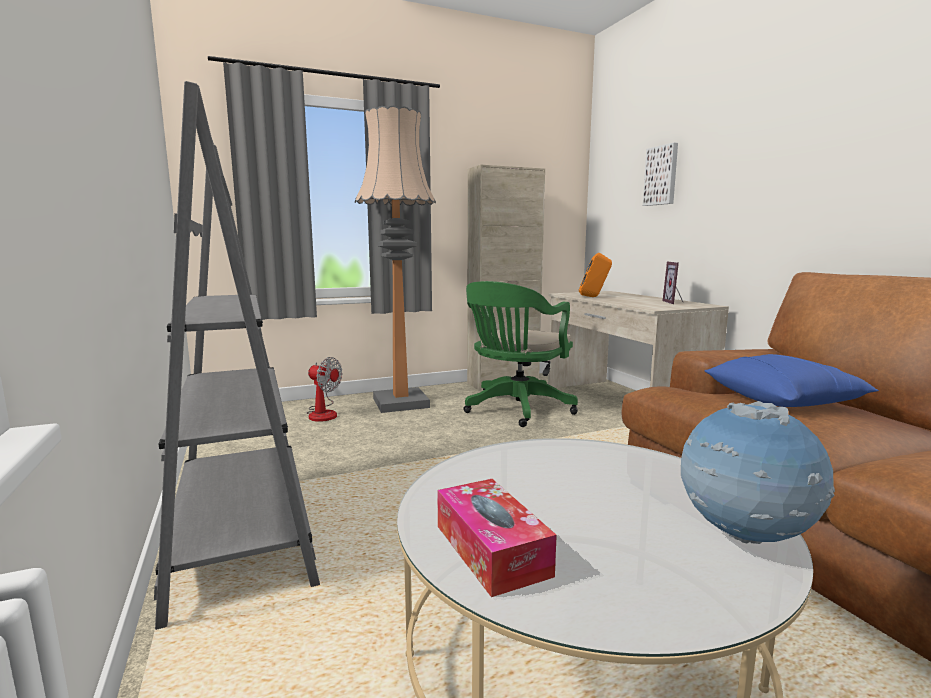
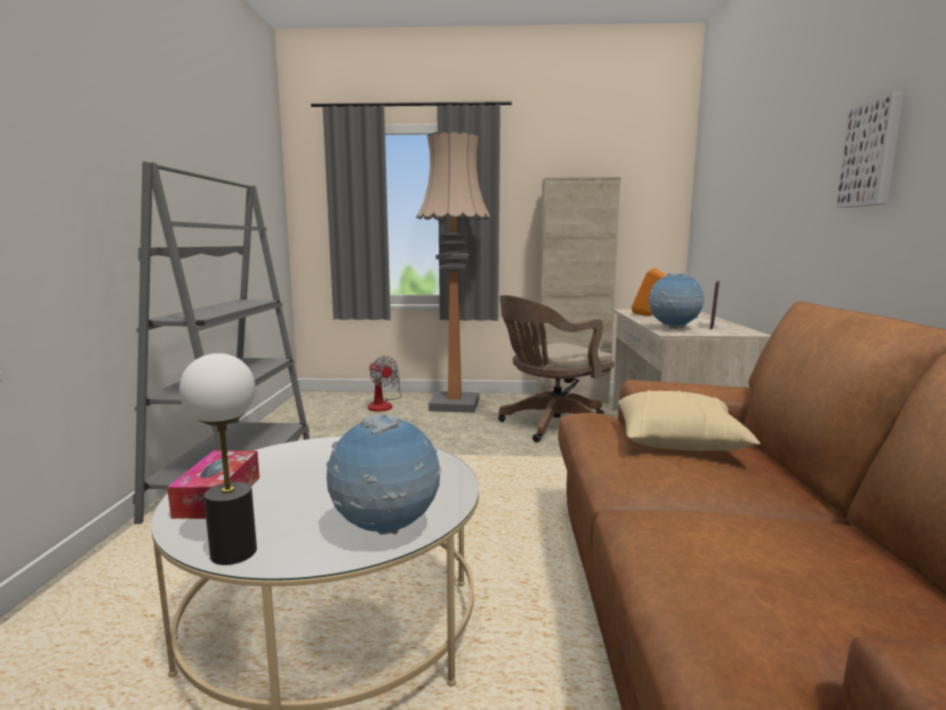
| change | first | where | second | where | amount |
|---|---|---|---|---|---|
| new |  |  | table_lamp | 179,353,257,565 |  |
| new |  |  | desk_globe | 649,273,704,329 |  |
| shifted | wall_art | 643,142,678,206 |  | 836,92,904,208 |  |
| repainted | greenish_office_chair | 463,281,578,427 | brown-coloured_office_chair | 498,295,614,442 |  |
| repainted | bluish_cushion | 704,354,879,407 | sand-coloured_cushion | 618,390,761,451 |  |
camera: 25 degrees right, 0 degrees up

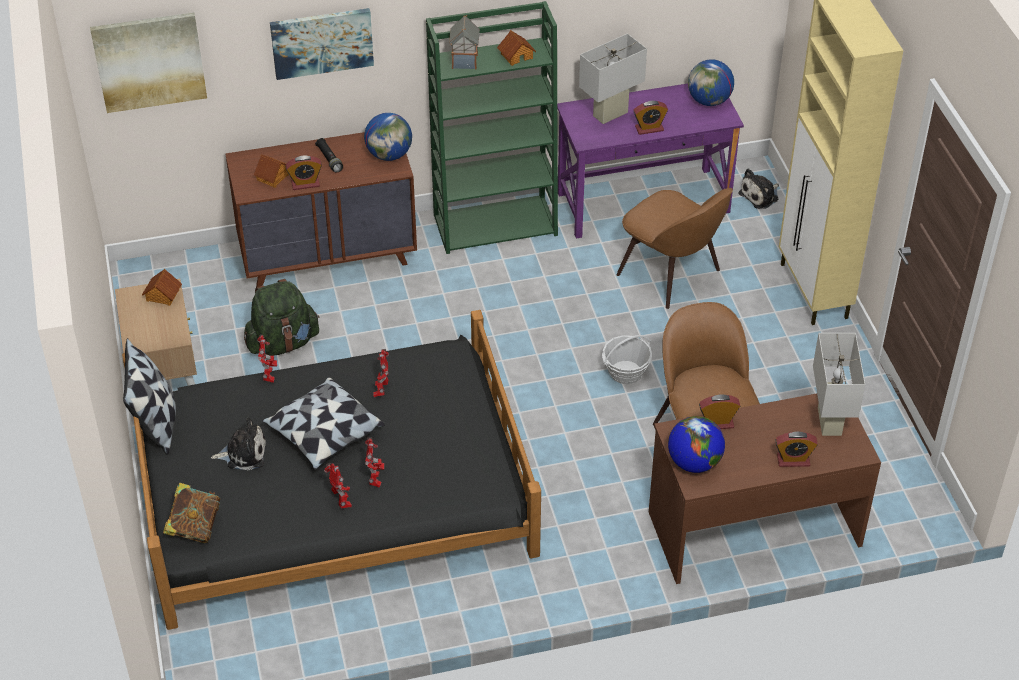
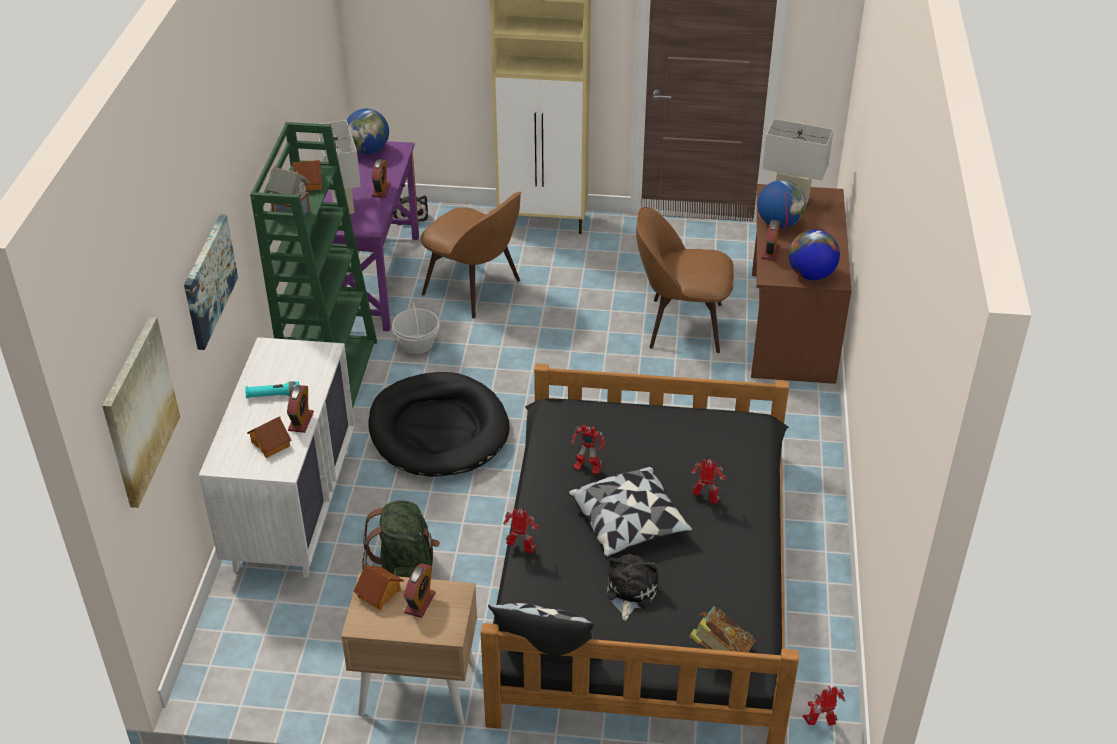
| change | first | where | second | where | amount |
|---|---|---|---|---|---|
| new |  |  | black-coloured_pet_bed | 368,372,510,477 |  |
| shifted | model_robot | 324,463,352,509 |  | 803,686,845,726 |  |
| shifted | desk_globe | 364,113,412,161 |  | 757,180,806,228 |  |
| shifted | basket | 602,335,652,384 |  | 392,301,439,354 |  |
| shifted | table_clock | 776,431,818,467 |  | 404,563,435,618 |  |
| repainted | brown-coloured_drawer_chest | 225,132,417,288 | white-coloured_drawer_chest | 199,337,355,578 |  |
| repainted | black-coloured_torch | 315,138,343,173 | turquoise-coloured_torch | 245,381,299,399 |  |
| rotated | brown-coloured_chair | 616,188,733,309 |  | 420,191,522,318 | 60 degrees clockwise |
camera: 70 degrees left, 5 degrees down

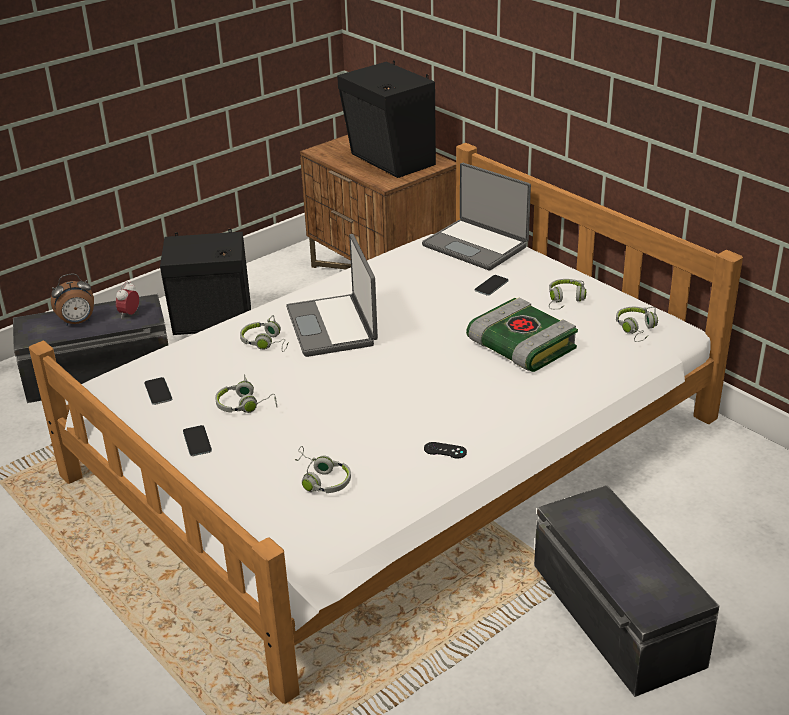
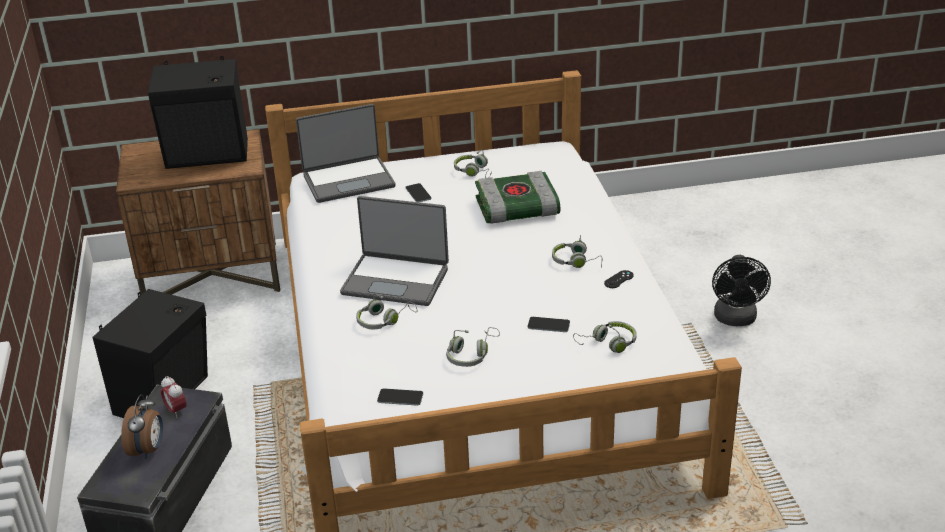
| change | first | where | second | where | amount |
|---|---|---|---|---|---|
| shifted | telephone | 183,425,212,456 |  | 528,317,570,332 |  |
| shifted | grey_headset | 616,307,658,342 |  | 552,235,603,268 |  |
| swapped | black-coloured_storage_box | 534,485,719,697 | black-coloured_cooling_fan | 712,255,771,326 |  |
camera: 60 degrees left, 0 degrees up

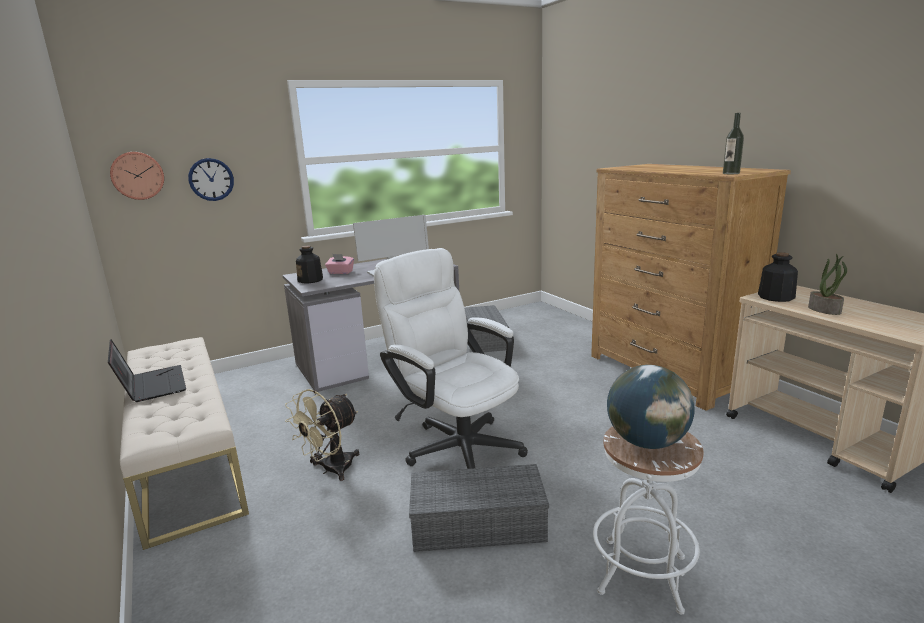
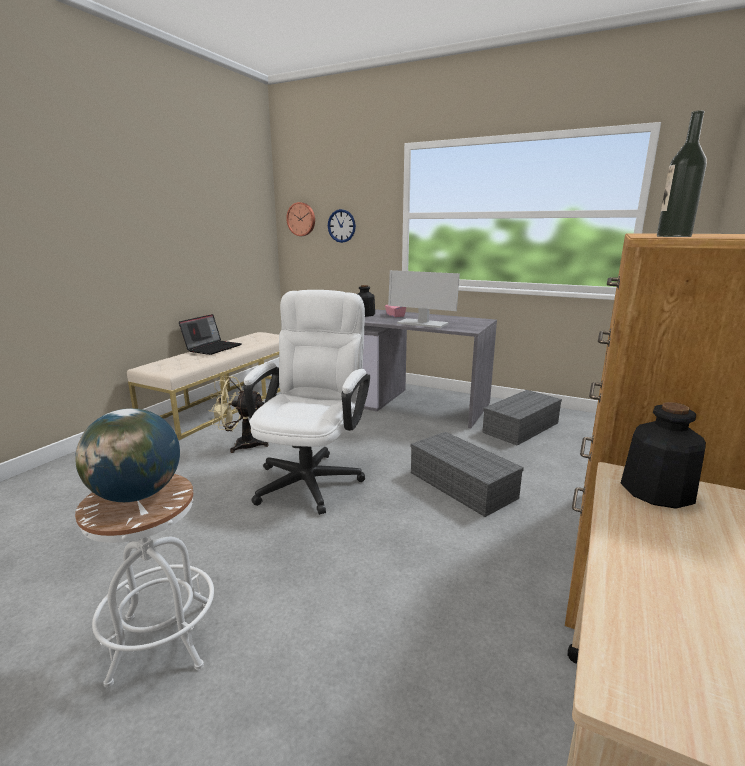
| change | first | where | second | where | amount |
|---|---|---|---|---|---|
| gone | potted_plant | 808,254,847,315 |  |  |  |
| shifted | grey_storage_box | 409,464,549,552 |  | 411,432,524,517 |  |
camera: 55 degrees right, 0 degrees up

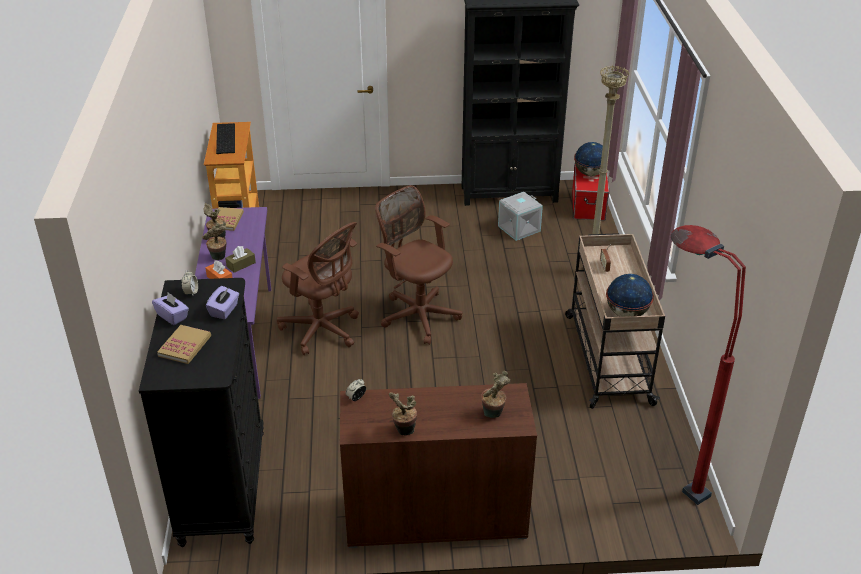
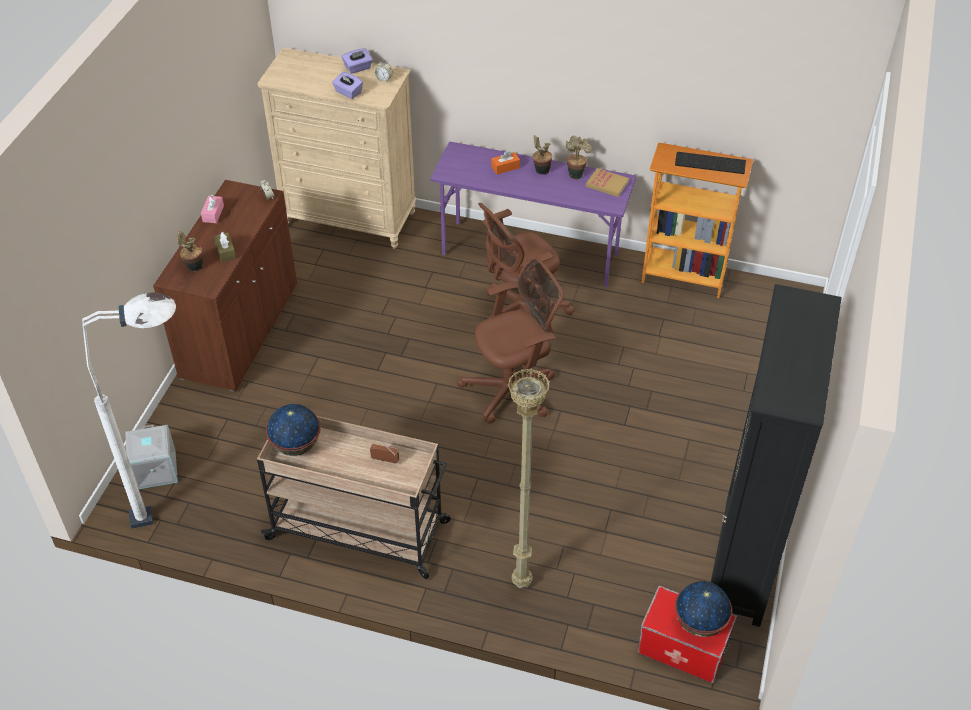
| change | first | where | second | where | amount |
|---|---|---|---|---|---|
| gone | book | 157,325,211,364 |  |  |  |
| shifted | brown-coloured_tissue_holder | 225,246,256,273 |  | 214,232,236,262 |  |
| shifted | grey_storage_box | 498,192,543,241 |  | 125,425,178,489 |  |
| swapped | potted_plant | 389,392,417,436 | pink-coloured_tissue_holder | 201,194,224,223 |  |
| repainted | black-coloured_drawer_chest | 139,278,264,547 | sand-coloured_drawer_chest | 258,47,417,249 |  |
| repainted | red-coloured_standard_lamp | 671,225,746,505 | white-coloured_standard_lamp | 82,292,176,529 |  |
camera: 110 degrees right, 10 degrees up

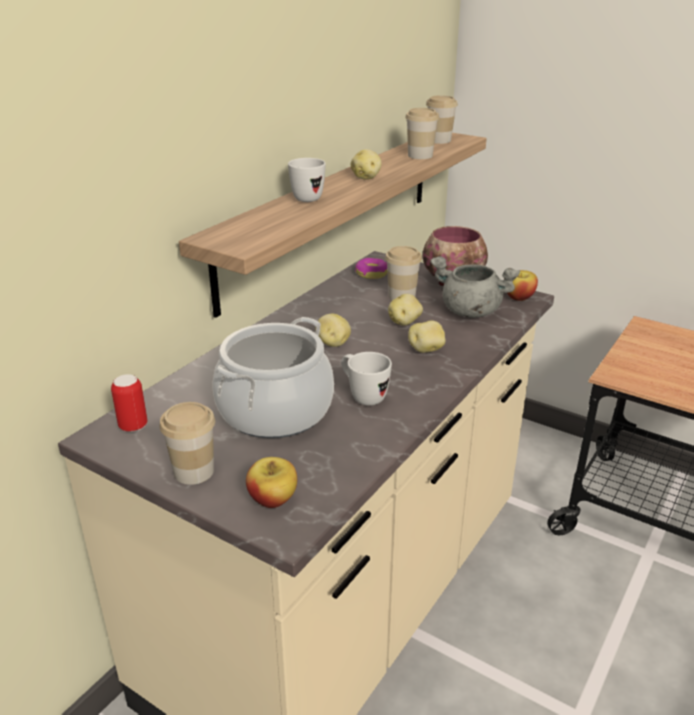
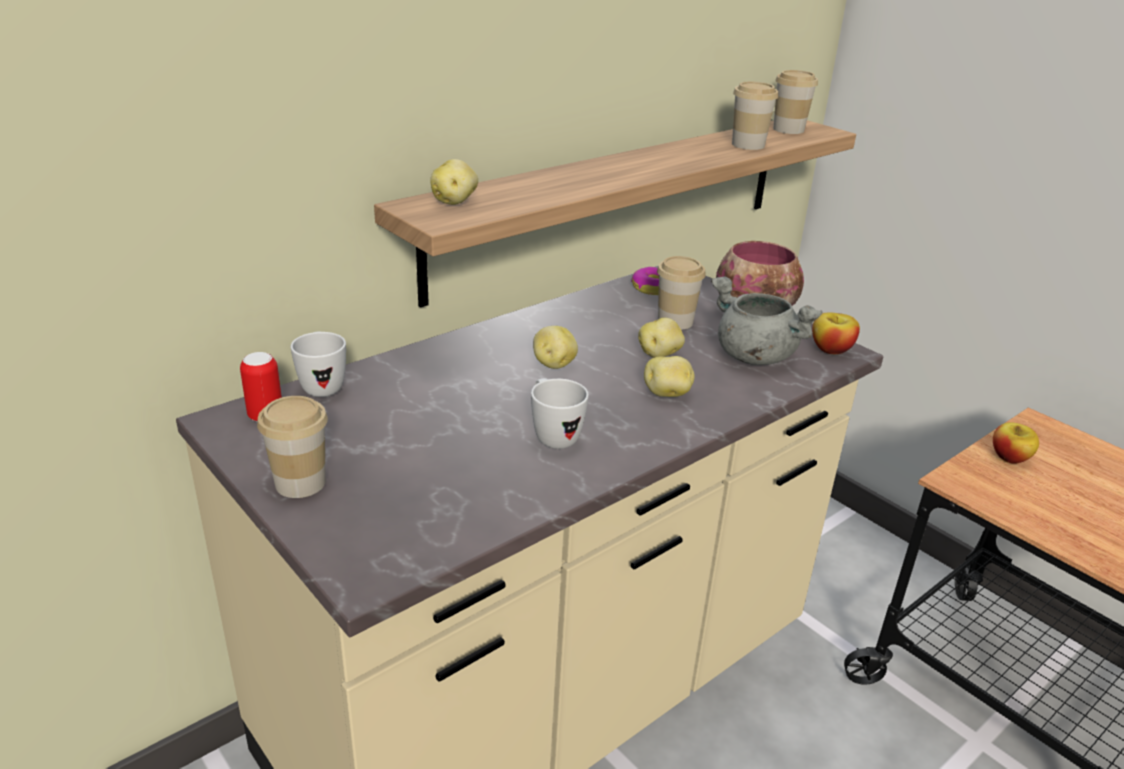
| change | first | where | second | where | amount |
|---|---|---|---|---|---|
| gone | stockpot | 212,317,334,438 |  |  |  |
| shifted | whole_apple | 246,457,297,508 |  | 993,422,1039,464 |  |
| shifted | white-coloured_tea_mug | 288,158,326,202 |  | 291,331,346,397 |  |
| shifted | spud | 351,149,382,180 |  | 430,159,478,205 |  |
camera: 15 degrees right, 0 degrees up

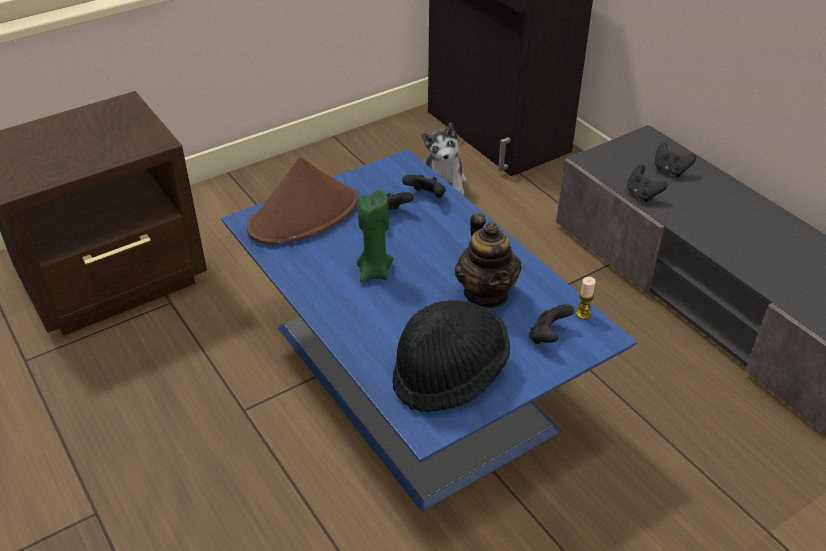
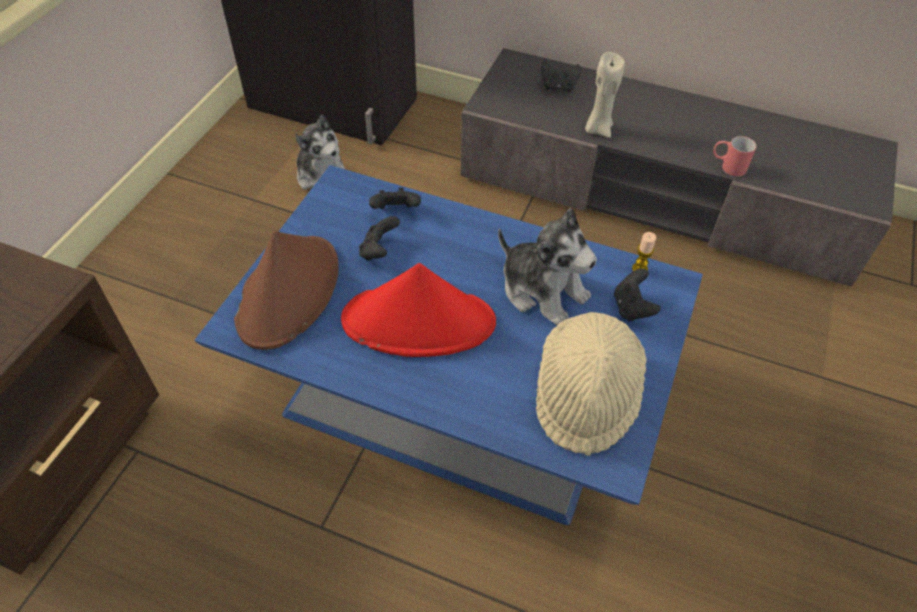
| change | first | where | second | where | amount |
|---|---|---|---|---|---|
| gone | black-coloured_game_controller | 627,165,668,202 |  |  |  |
| new |  |  | sand-coloured_candle | 585,52,625,138 |  |
| new |  |  | red-coloured_tea_mug | 713,136,756,177 |  |
| swapped | greenish_candle | 357,190,394,282 | red-coloured_hat | 341,263,496,357 |  |
| swapped | tea_pot | 455,213,522,308 | plush_toy | 498,208,597,326 |  |
| repainted | black-coloured_hat | 392,300,510,412 | sand-coloured_hat | 536,312,647,456 |  |
camera: 35 degrees left, 10 degrees up

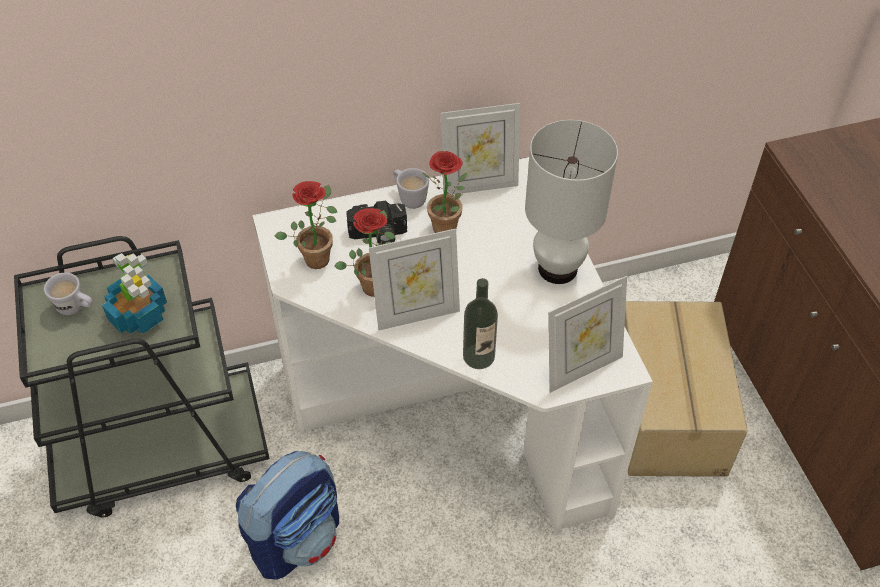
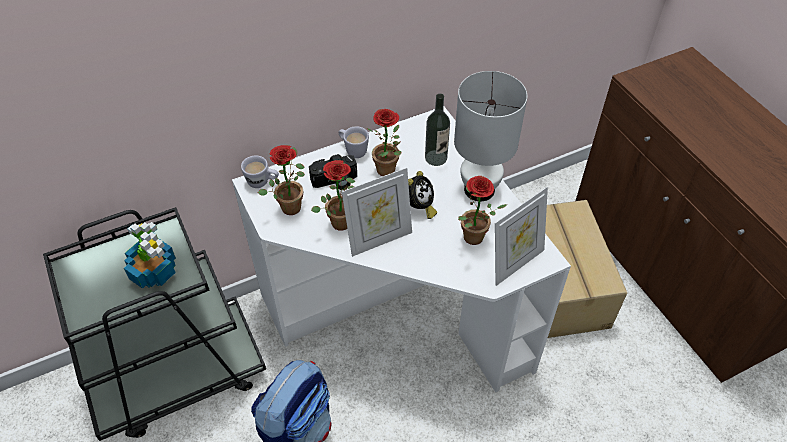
| change | first | where | second | where | amount |
|---|---|---|---|---|---|
| gone | picture_frame | 441,103,520,195 |  |  |  |
| new |  |  | table_clock | 408,171,437,219 |  |
| new |  |  | potted_plant | 458,176,508,245 |  |
| shifted | white-coloured_tea_mug | 44,273,93,315 |  | 241,155,279,188 |  |
| shifted | drink_bottle | 463,278,498,369 |  | 425,94,450,166 |  |
camera: 10 degrees left, 0 degrees up

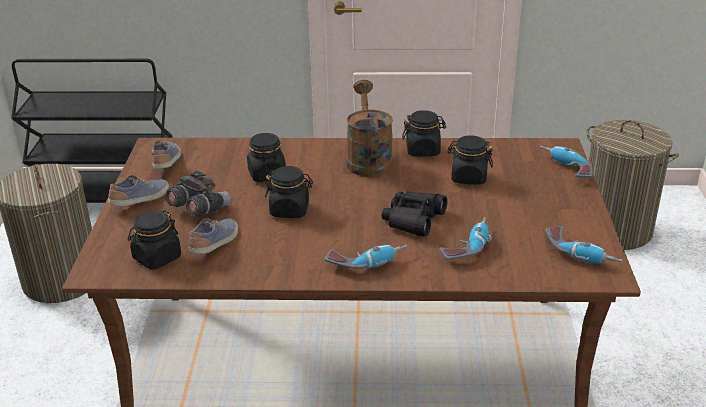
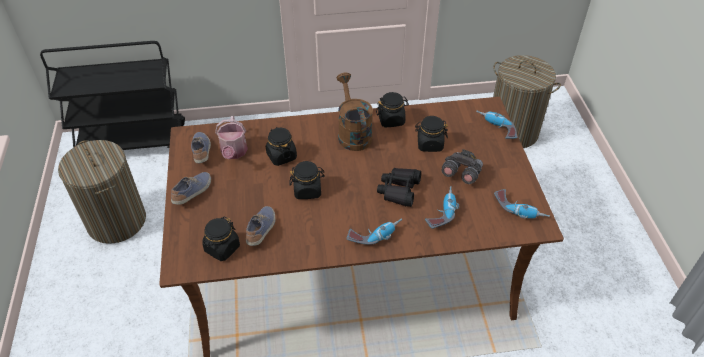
| change | first | where | second | where | amount |
|---|---|---|---|---|---|
| new |  |  | watering_pot | 215,116,248,159 |  |
| shifted | grey_pair_of_binoculars | 165,171,231,216 |  | 442,149,483,184 |  |
camera: 10 degrees left, 15 degrees up

